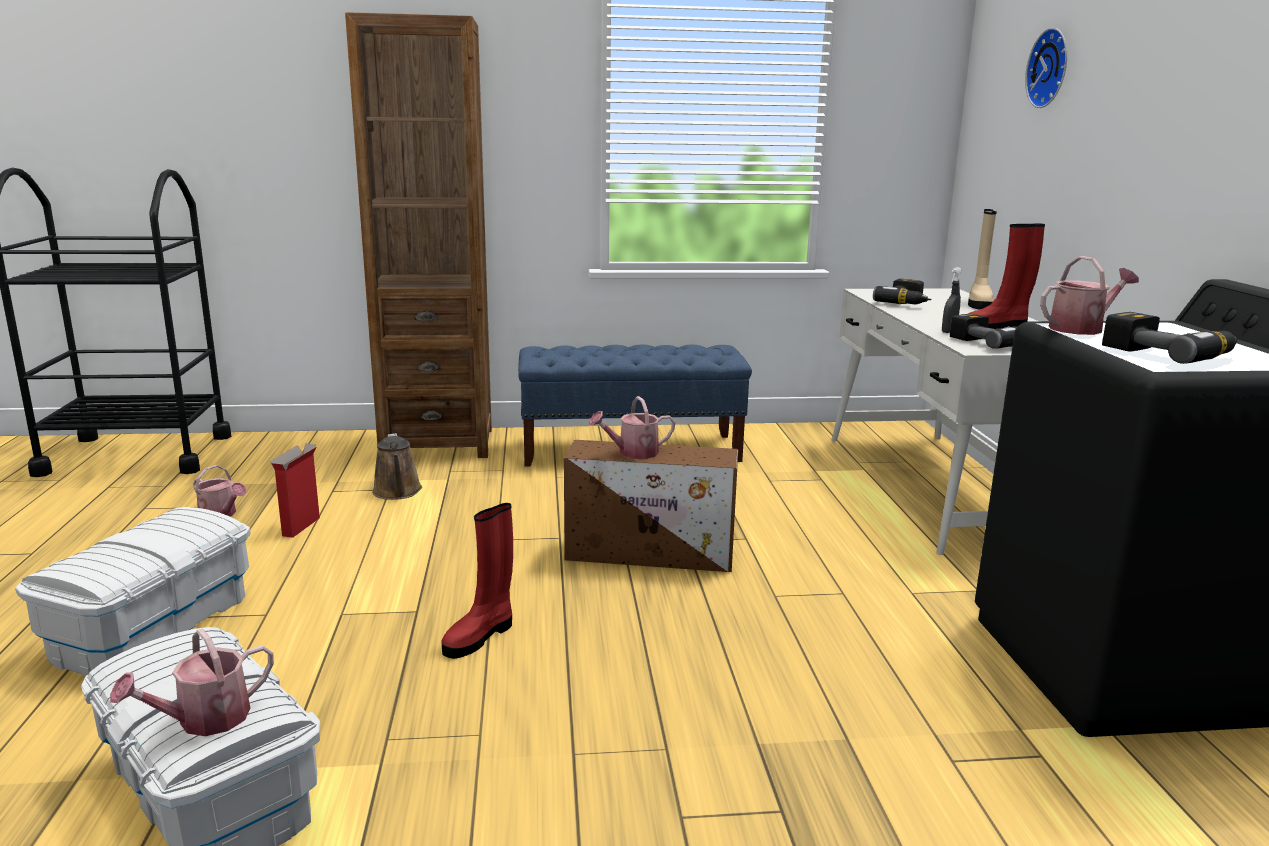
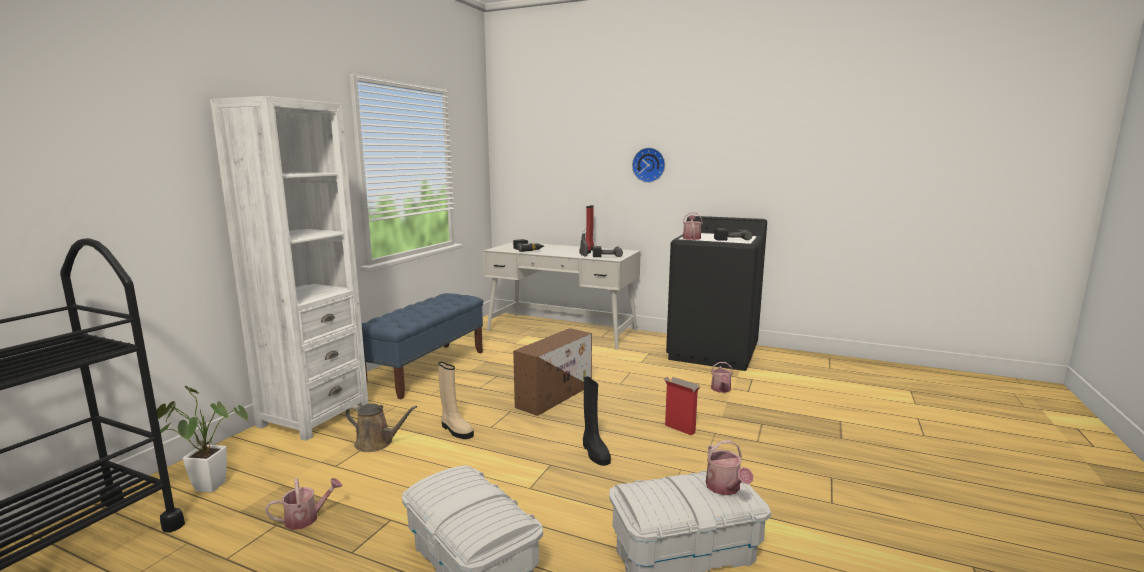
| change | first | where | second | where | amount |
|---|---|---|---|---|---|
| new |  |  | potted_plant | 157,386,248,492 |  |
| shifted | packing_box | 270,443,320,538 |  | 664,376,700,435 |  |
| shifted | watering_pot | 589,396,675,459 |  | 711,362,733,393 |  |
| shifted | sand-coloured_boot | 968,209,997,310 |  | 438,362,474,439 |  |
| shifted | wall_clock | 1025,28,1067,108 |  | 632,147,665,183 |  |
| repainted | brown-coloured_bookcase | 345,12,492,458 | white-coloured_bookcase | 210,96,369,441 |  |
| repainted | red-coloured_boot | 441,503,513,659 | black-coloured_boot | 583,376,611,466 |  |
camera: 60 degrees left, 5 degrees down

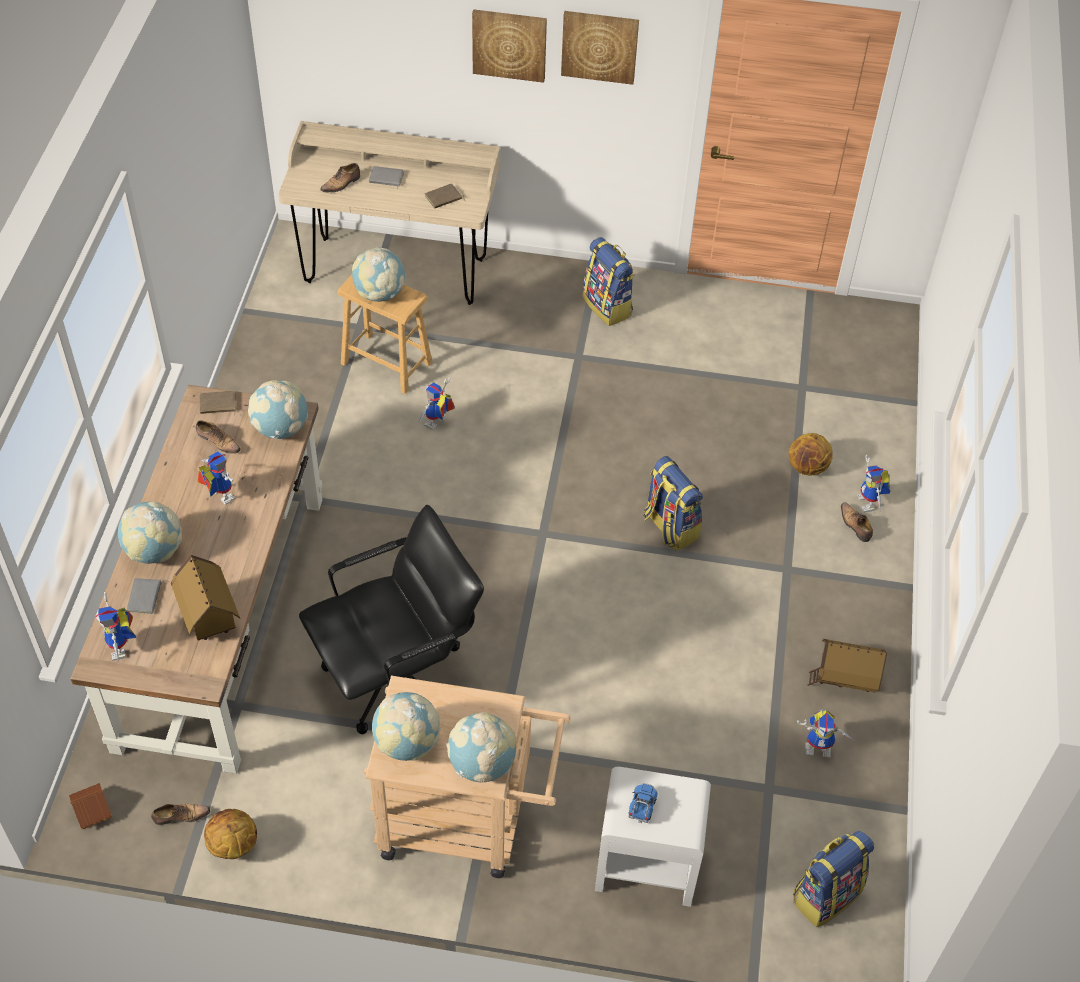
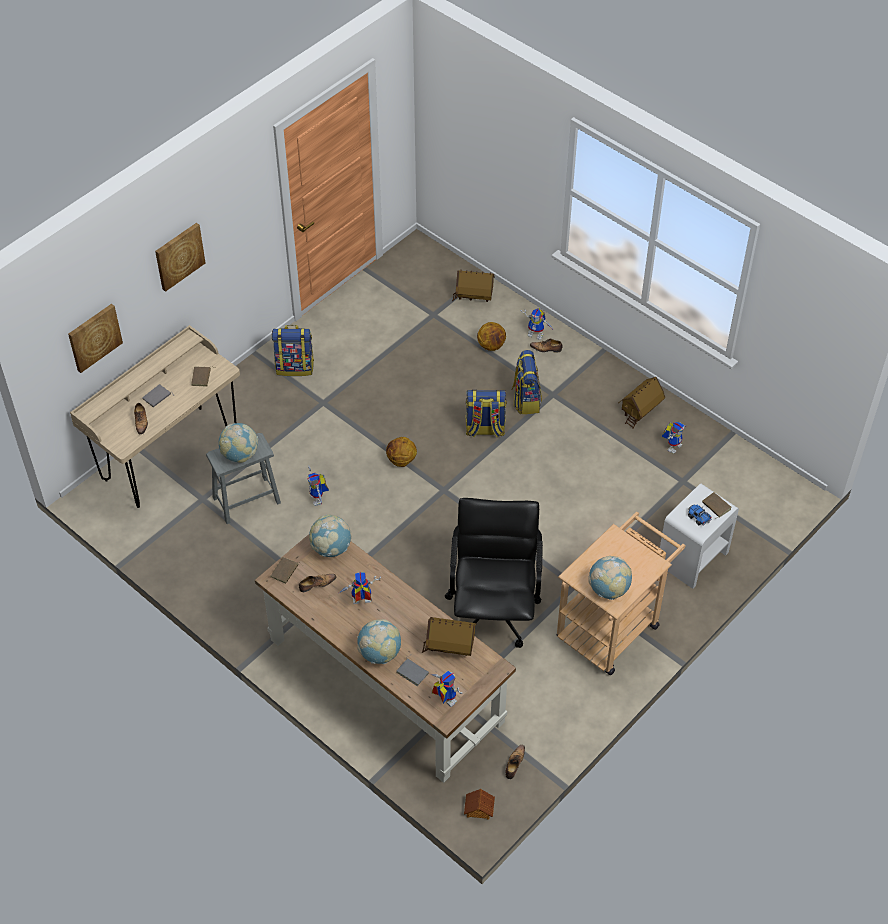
| change | first | where | second | where | amount |
|---|---|---|---|---|---|
| gone | desk_globe | 446,712,516,782 |  |  |  |
| new |  |  | model_house | 452,270,495,302 |  |
| new |  |  | brown-coloured_book | 702,492,731,518 |  |
| shifted | ball_for_basketball | 204,809,257,859 |  | 386,437,417,467 |  |
| shifted | wall_art | 561,11,639,85 |  | 68,304,123,373 |  |
| shifted | knapsack | 793,831,874,927 |  | 512,350,542,414 |  |
| repainted | brown-coloured_stool_seat | 337,275,432,394 | grey_stool_seat | 206,433,281,524 |  |
| rotated | model_robot | 96,592,136,662 |  | 431,671,462,707 | 150 degrees counterclockwise |
camera: 55 degrees left, 0 degrees up

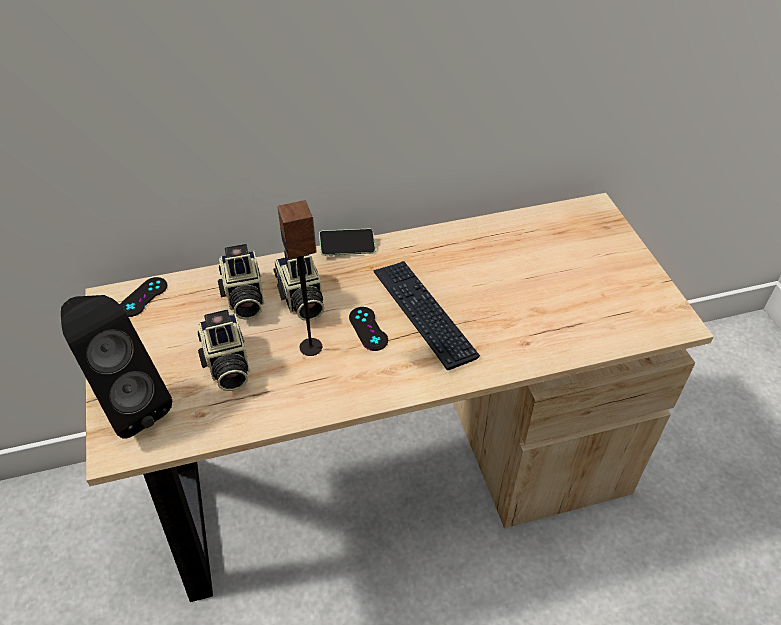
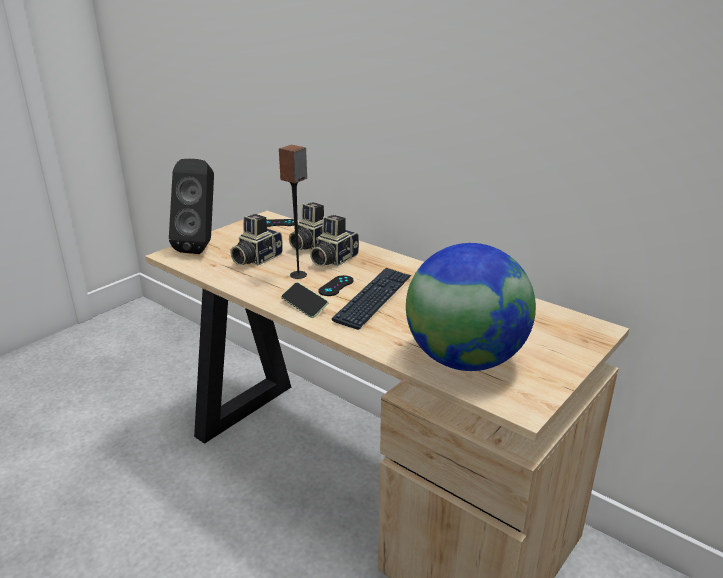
| change | first | where | second | where | amount |
|---|---|---|---|---|---|
| new |  |  | desk_globe | 406,243,536,371 |  |
| shifted | telephone | 319,228,376,256 |  | 281,282,329,318 |  |
camera: 55 degrees right, 20 degrees down

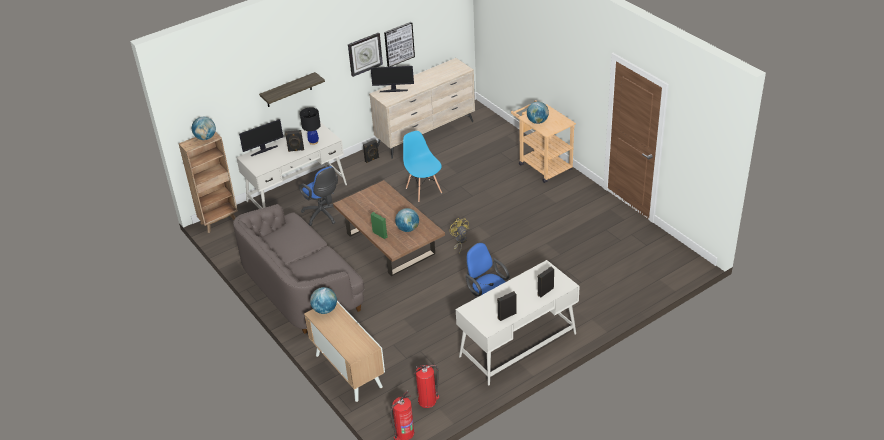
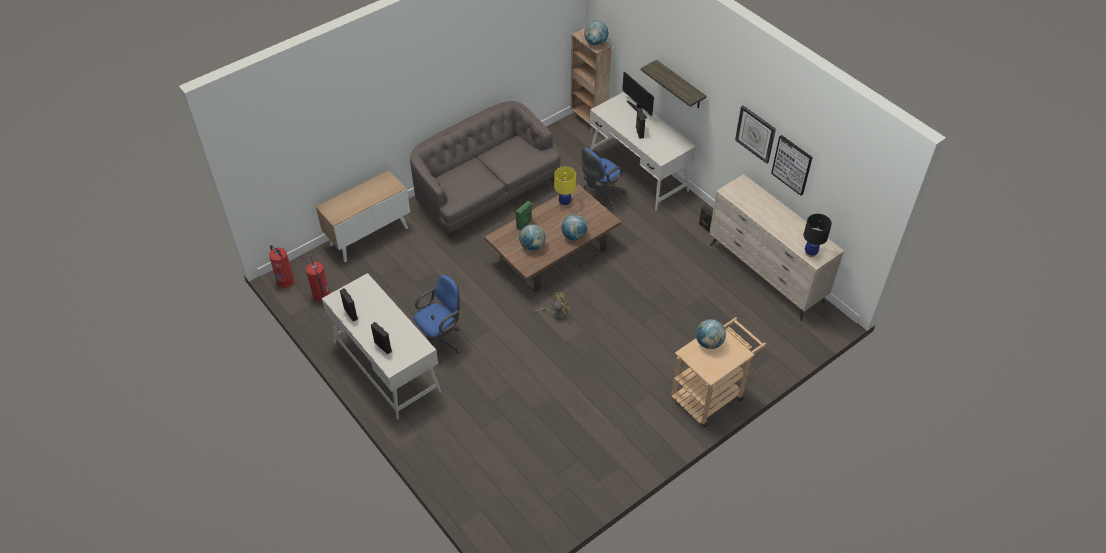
| change | first | where | second | where | amount |
|---|---|---|---|---|---|
| gone | computer_display | 371,66,414,92 |  |  |  |
| gone | bluish_chair | 403,131,442,202 |  |  |  |
| new |  |  | yellow-coloured_table_lamp | 554,166,576,207 |  |
| shifted | black-coloured_table_lamp | 300,107,321,145 |  | 804,214,832,257 |  |
| shifted | desk_globe | 310,287,337,314 |  | 561,214,588,240 |  |
camera: 85 degrees right, 10 degrees up

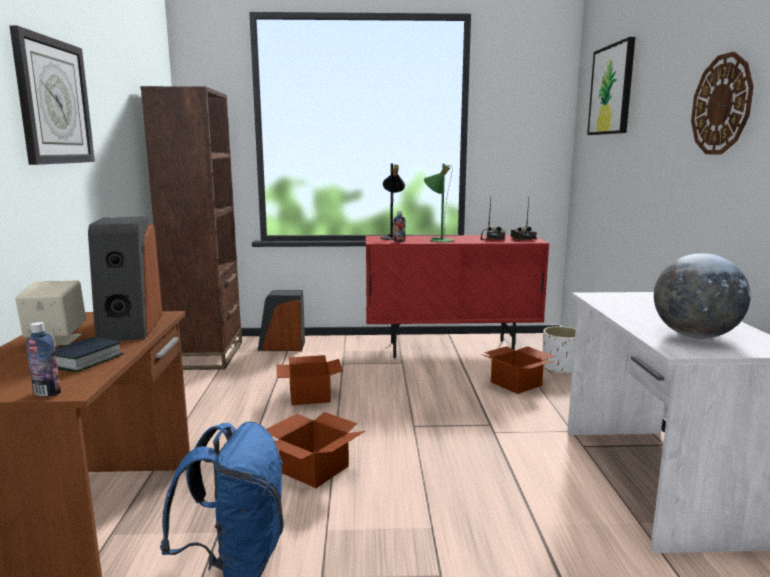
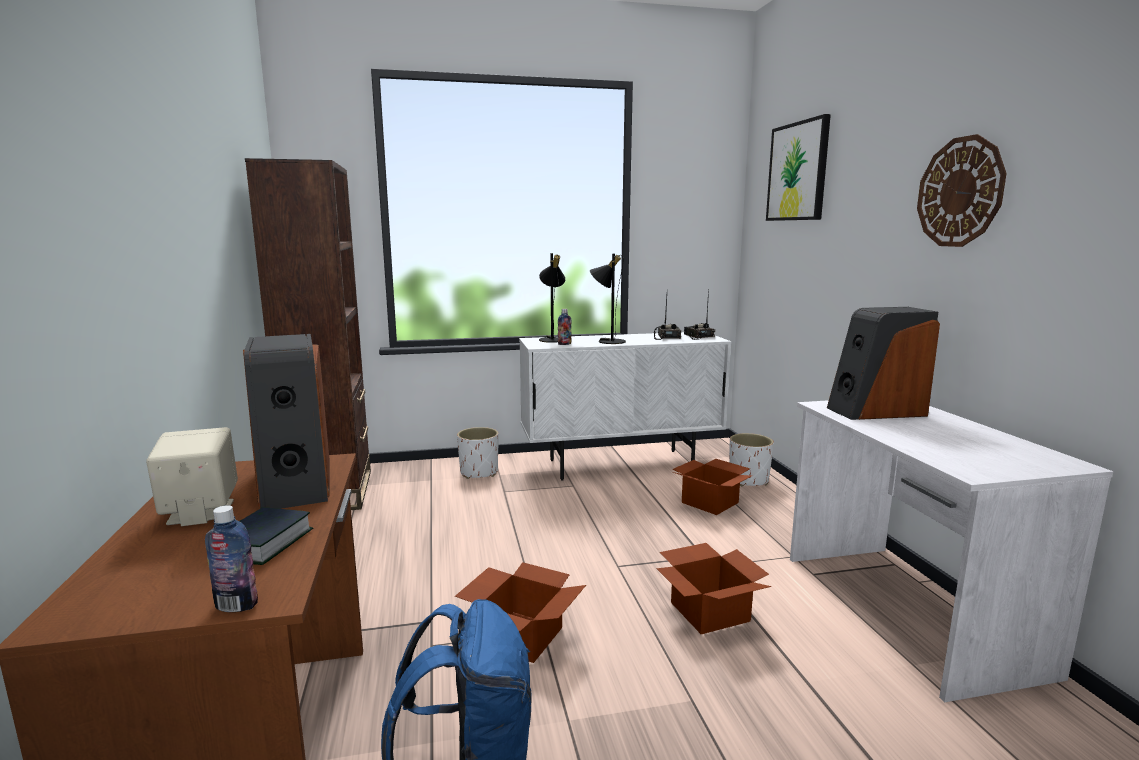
| change | first | where | second | where | amount |
|---|---|---|---|---|---|
| gone | wall_clock | 10,26,95,165 |  |  |  |
| gone | desk_globe | 654,253,750,338 |  |  |  |
| new |  |  | white-coloured_planter | 457,427,498,479 |  |
| shifted | speaker | 258,290,305,351 |  | 827,307,940,420 |  |
| shifted | packing_box | 276,355,343,405 |  | 657,543,771,634 |  |
| repainted | red-coloured_storage_cabinet | 365,235,549,358 | white-coloured_storage_cabinet | 519,332,731,481 |  |
| repainted | greenish_table_lamp | 424,164,454,242 | black-coloured_table_lamp | 590,254,626,344 |  |
camera: 10 degrees left, 0 degrees up

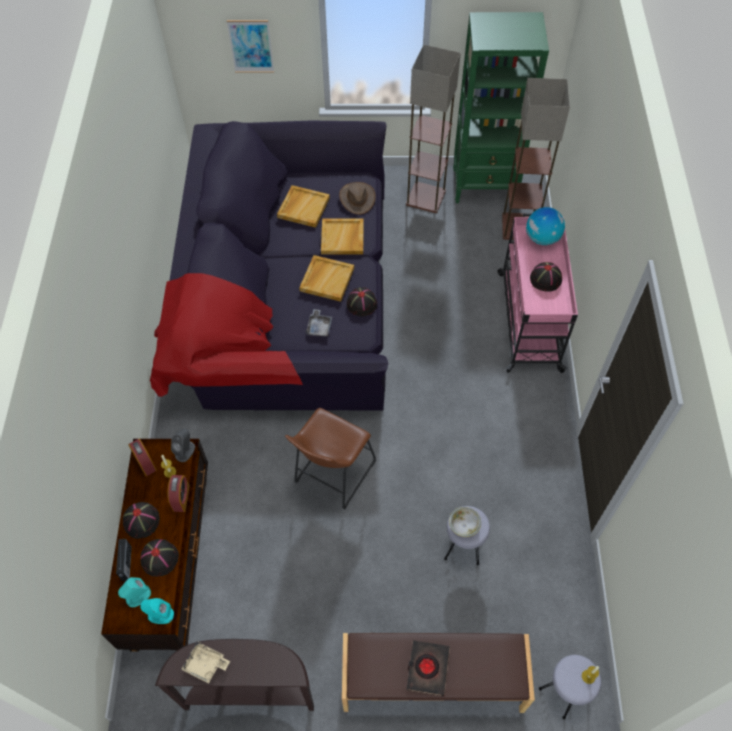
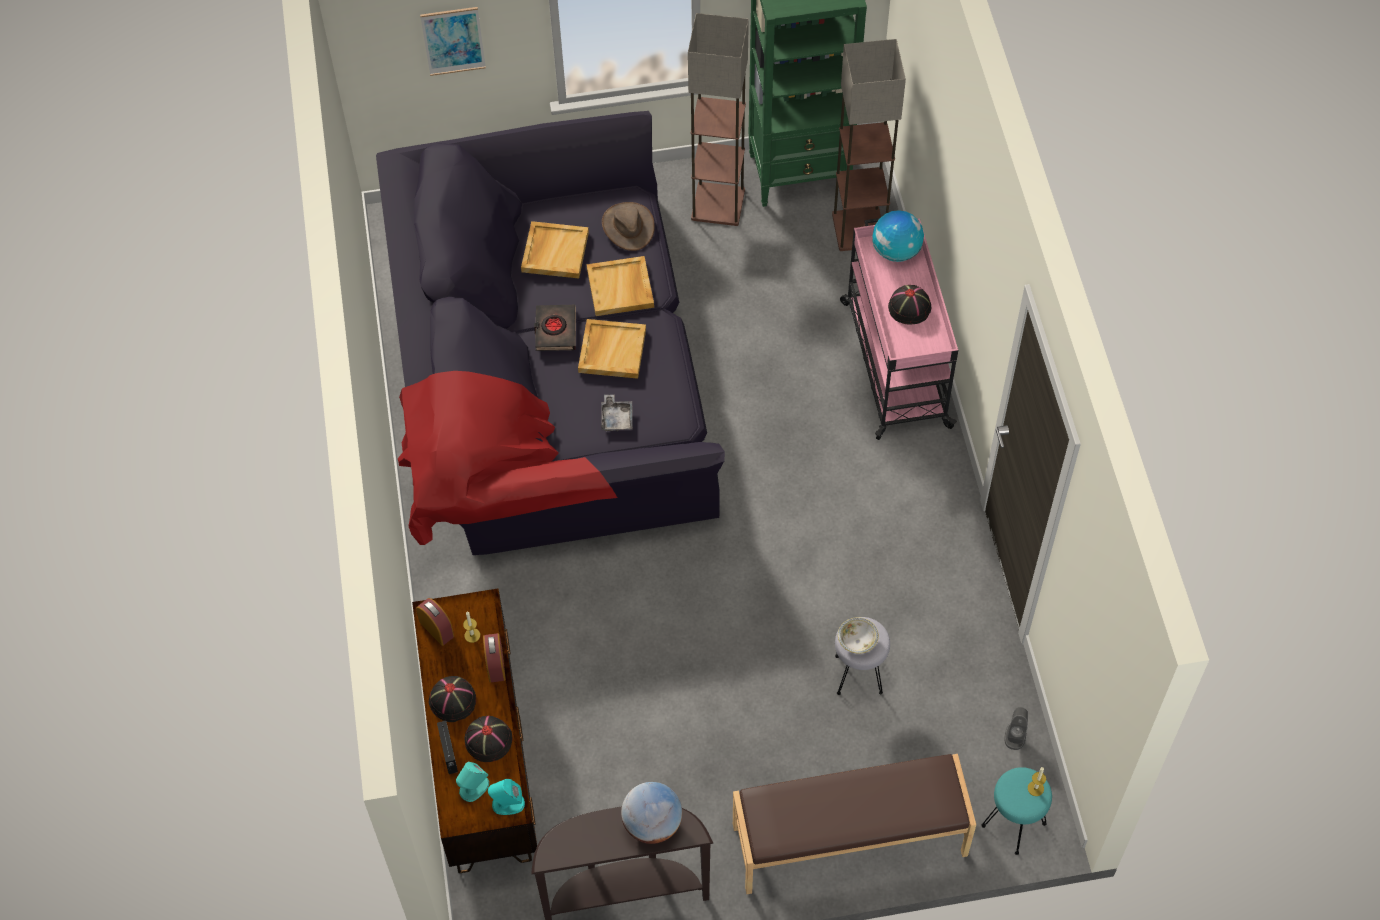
| change | first | where | second | where | amount |
|---|---|---|---|---|---|
| gone | sand-coloured_carrying_tray | 181,641,230,683 |  |  |  |
| gone | brown-coloured_stool_seat | 285,408,376,510 |  |  |  |
| gone | black-coloured_hat | 347,287,377,316 |  |  |  |
| new |  |  | desk_globe | 621,782,682,844 |  |
| shifted | grey_speaker | 171,429,195,462 |  | 1004,707,1028,750 |  |
| shifted | black-coloured_book | 406,640,450,696 |  | 534,305,576,351 |  |
| repainted | grey_stool_seat | 539,655,601,719 | turquoise-coloured_stool_seat | 981,767,1052,855 |  |
camera: 10 degrees left, 0 degrees up

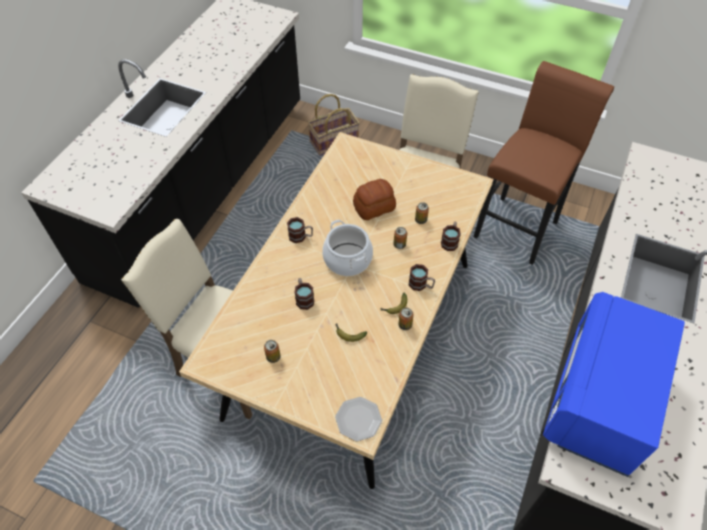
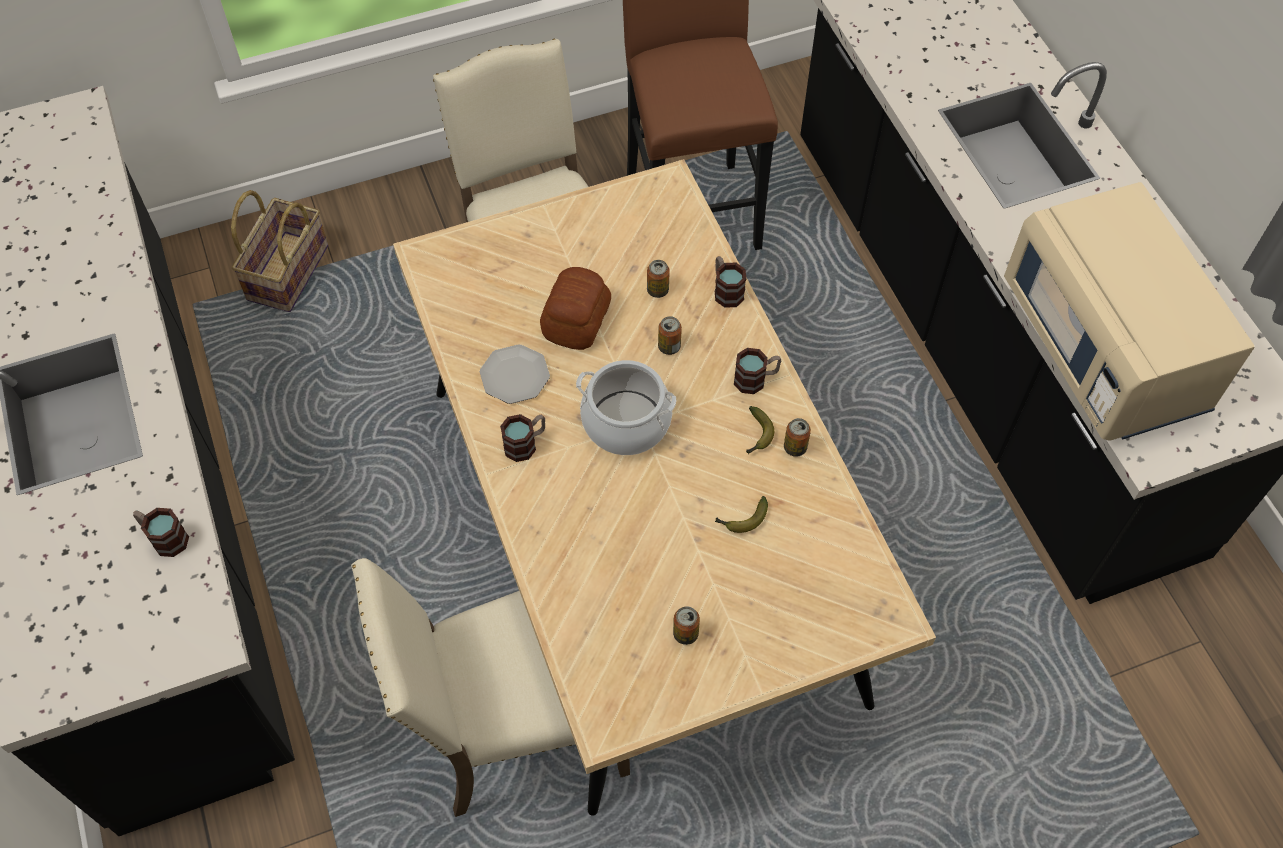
| change | first | where | second | where | amount |
|---|---|---|---|---|---|
| shifted | tea_mug | 294,278,314,310 |  | 133,508,189,557 |  |
| shifted | flat_dish | 335,397,382,441 |  | 480,344,550,404 |  |
| repainted | bluish_kitchen_microwave | 543,292,685,477 | sand-coloured_kitchen_microwave | 1004,182,1254,441 |  |
camera: 45 degrees left, 5 degrees up

